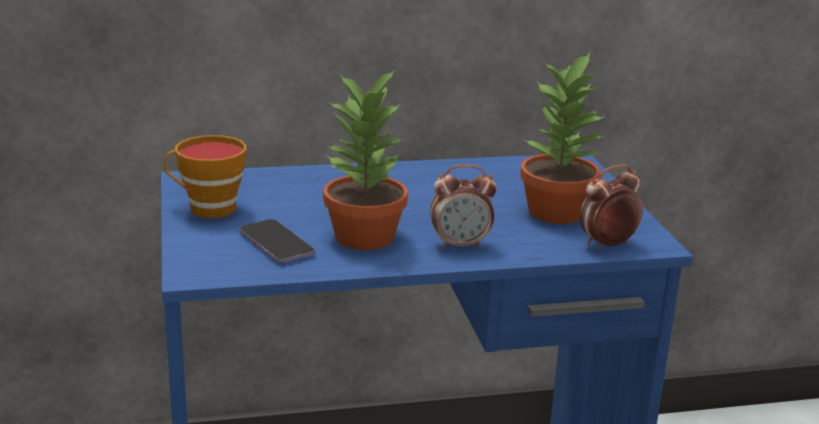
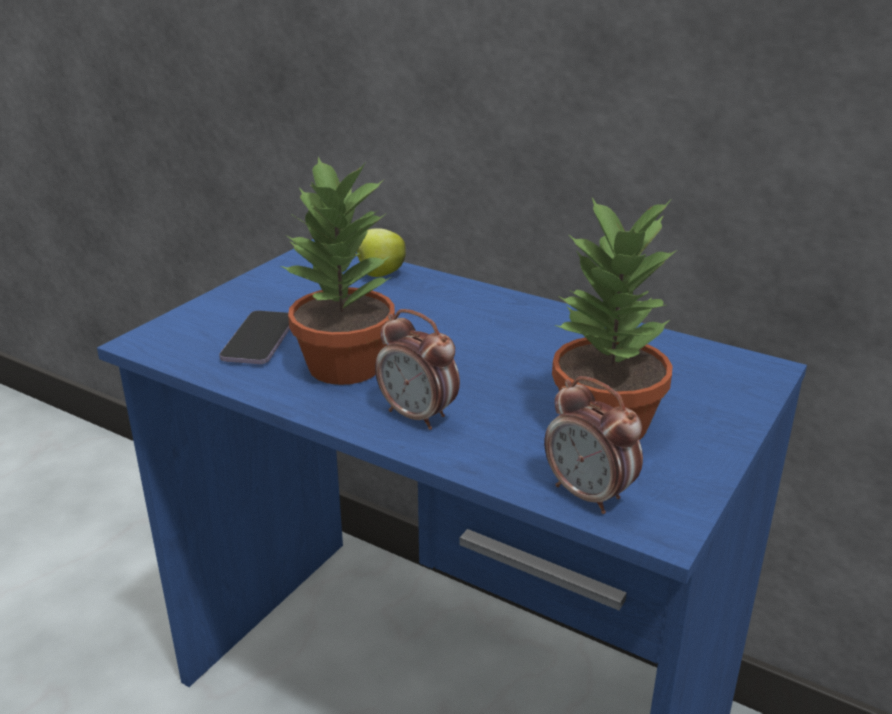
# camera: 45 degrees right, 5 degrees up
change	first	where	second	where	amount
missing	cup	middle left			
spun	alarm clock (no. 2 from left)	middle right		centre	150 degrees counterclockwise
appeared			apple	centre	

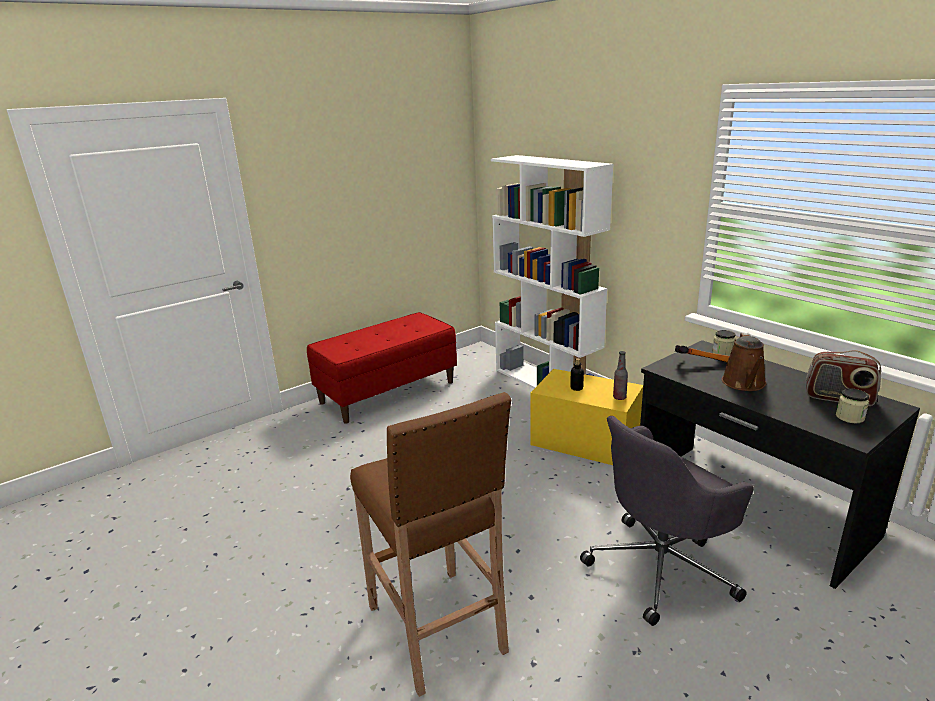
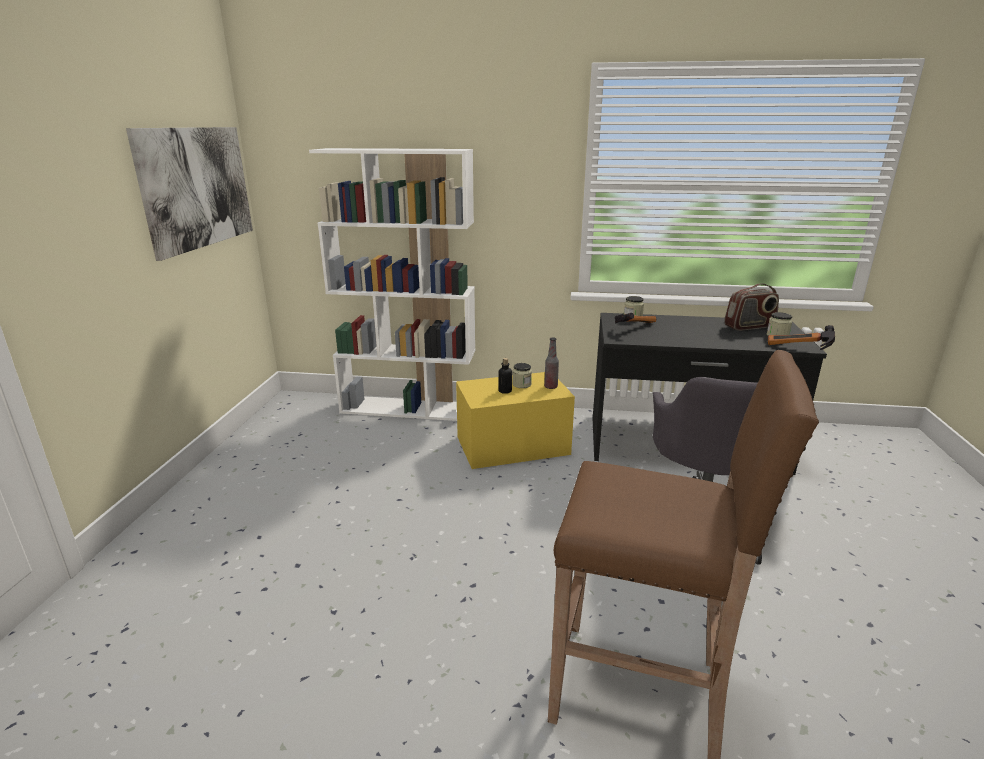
# camera: 45 degrees left, 0 degrees up
change	first	where	second	where	amount
missing	red bench	centre			
missing	brown watering can	middle right			
appeared			picture	top left	
appeared			hammer (no. 2 from left)	middle right	
appeared			jar (no. 1 from left)	centre	

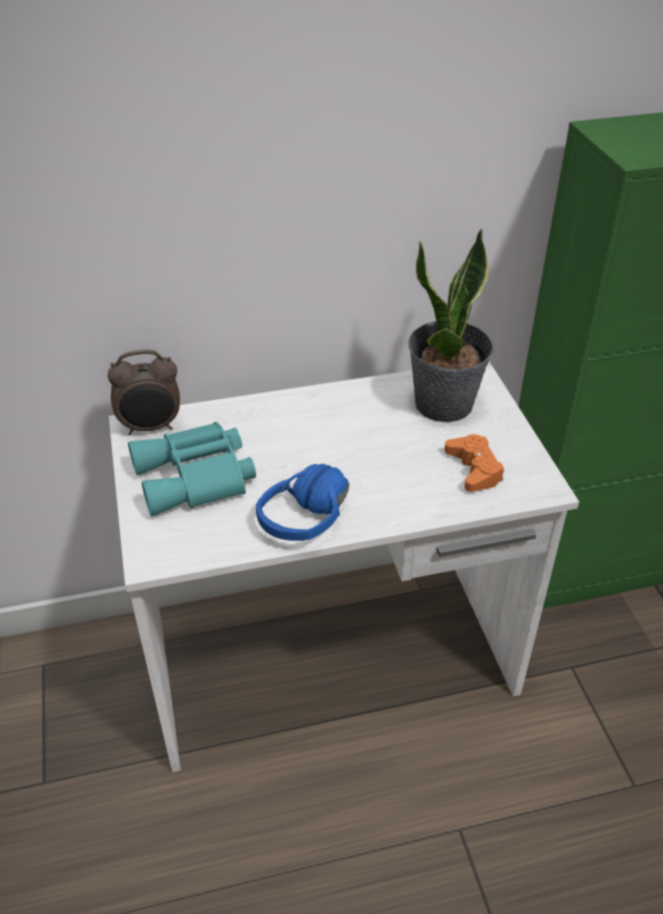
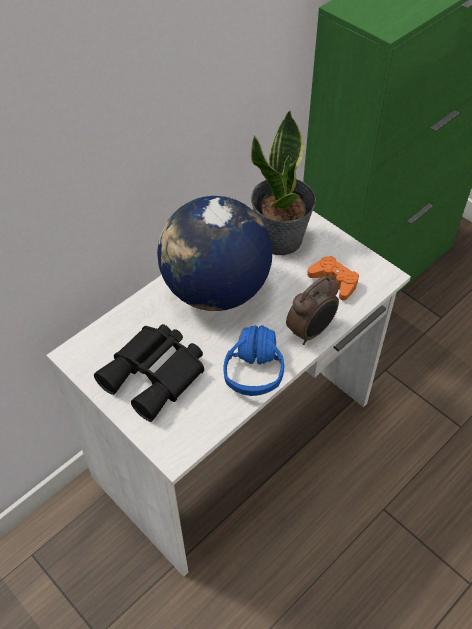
# camera: 30 degrees left, 10 degrees up
change	first	where	second	where	amount
relocated	alarm clock	middle left		centre	
colour	turquoise binoculars	middle left	black binoculars	middle left	
appeared			globe	centre	

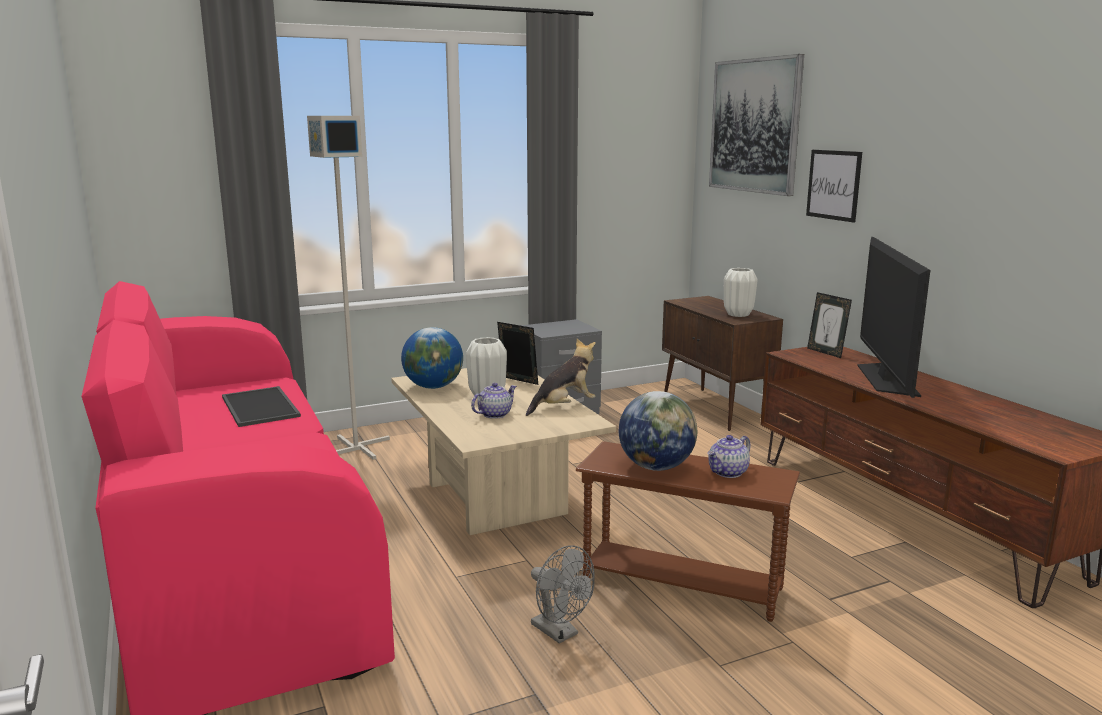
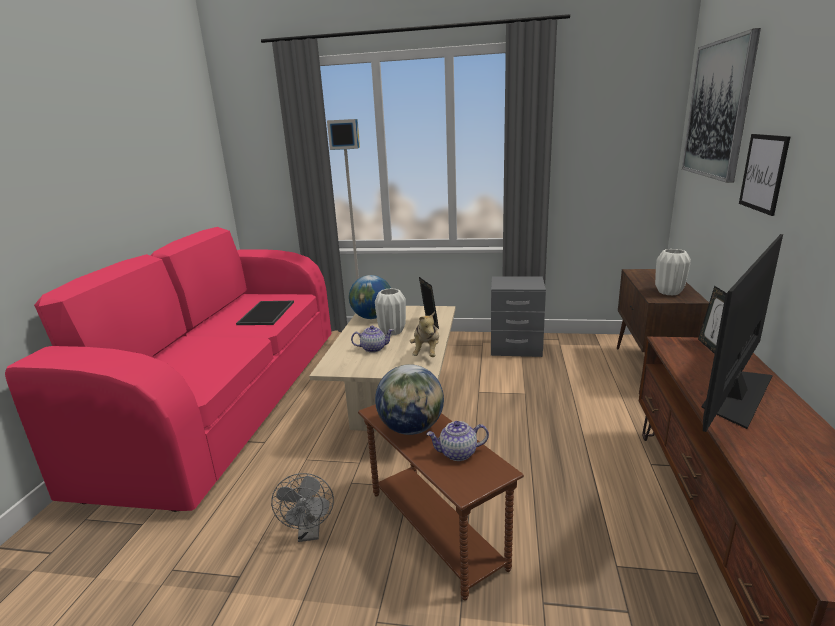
# camera: 35 degrees right, 5 degrees up
change	first	where	second	where	amount
spun	plush toy	centre		centre	90 degrees clockwise

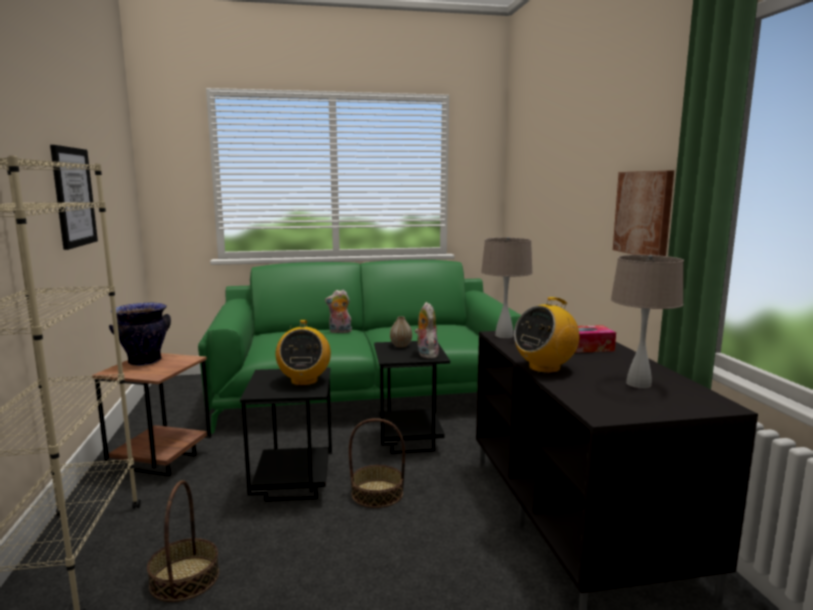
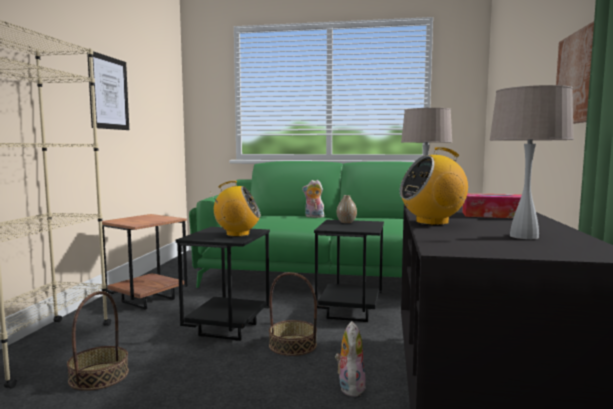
# camera: 20 degrees right, 5 degrees down
change	first	where	second	where	amount
relocated	plush toy (no. 2 from left)	centre		bottom centre	
missing	vase (no. 1 from left)	middle left			
spun	radio (no. 1 from left)	centre		centre	105 degrees counterclockwise

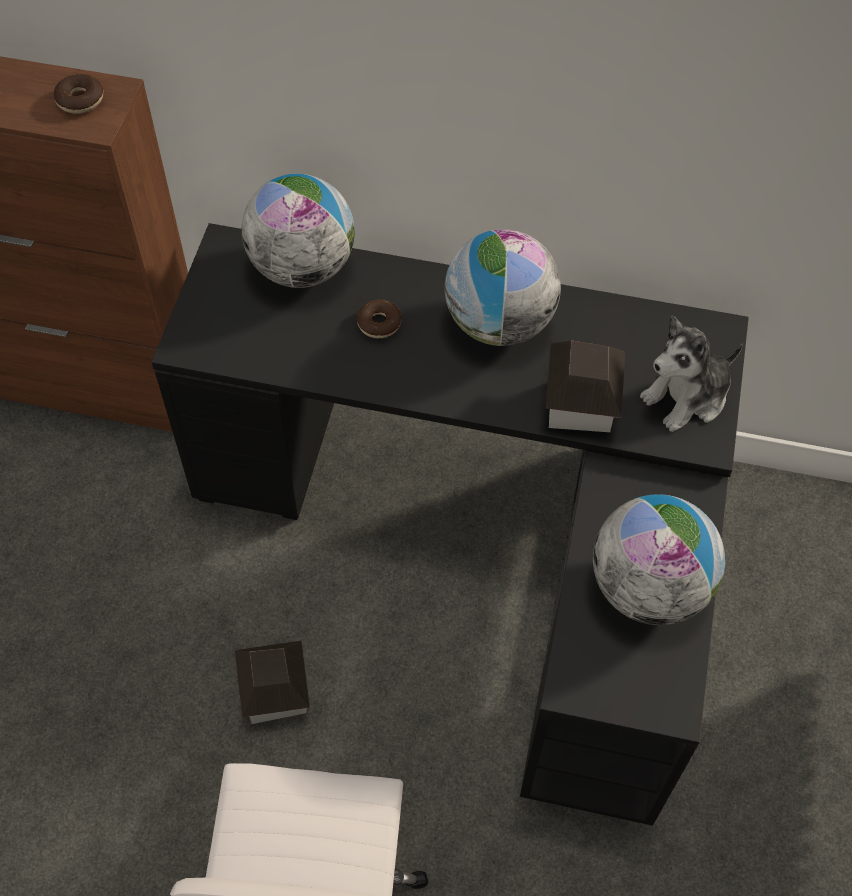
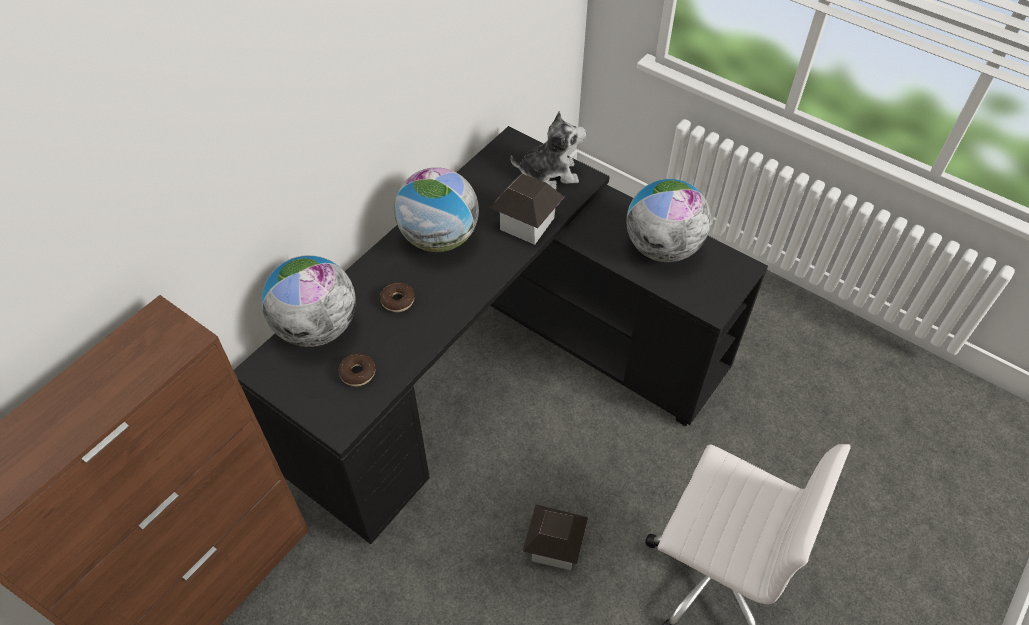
# camera: 65 degrees left, 5 degrees down
change	first	where	second	where	amount
relocated	donut (no. 1 from left)	top left		centre	
spun	plush toy	middle right		top centre	90 degrees counterclockwise

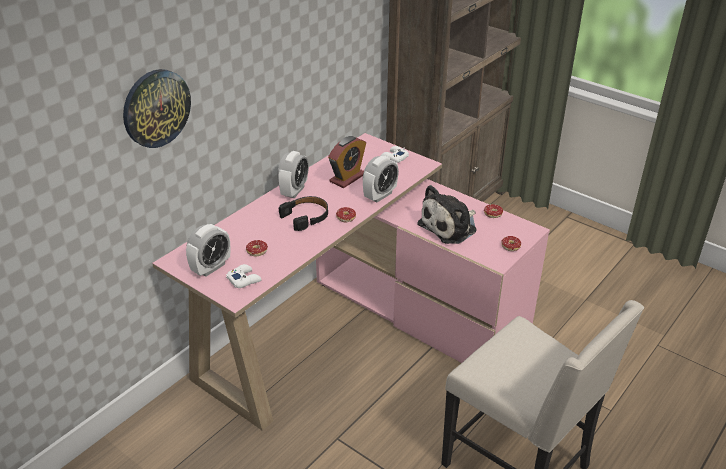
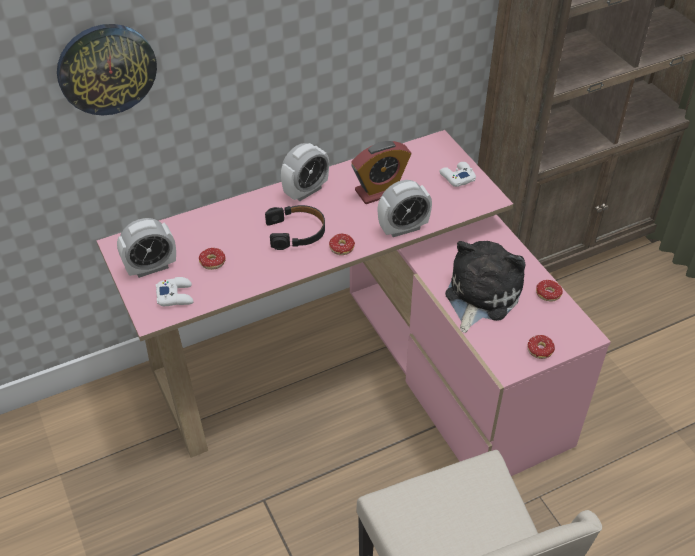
# camera: 25 degrees right, 10 degrees up
change	first	where	second	where	amount
spun	plush toy	centre		middle right	135 degrees clockwise

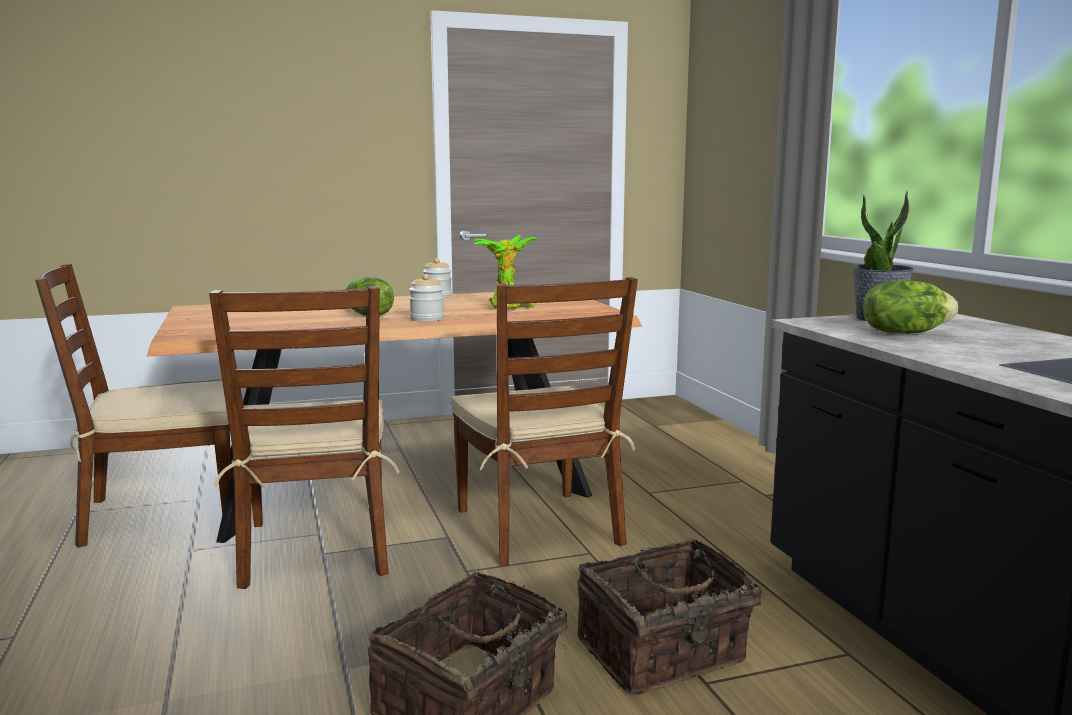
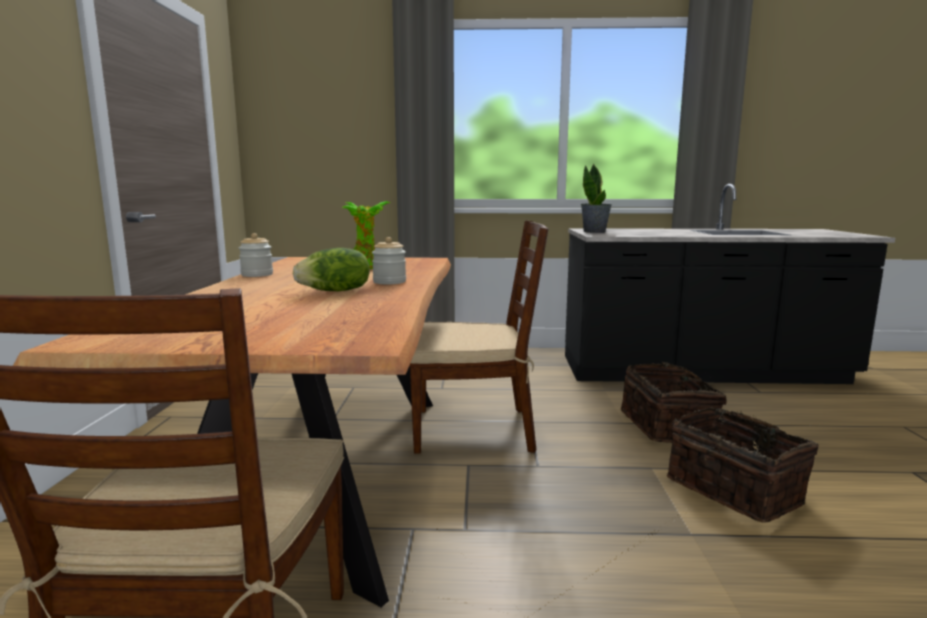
# camera: 70 degrees left, 0 degrees up
change	first	where	second	where	amount
missing	lettuce (no. 2 from left)	middle right			
missing	brown chair (no. 2 from left)	middle left			

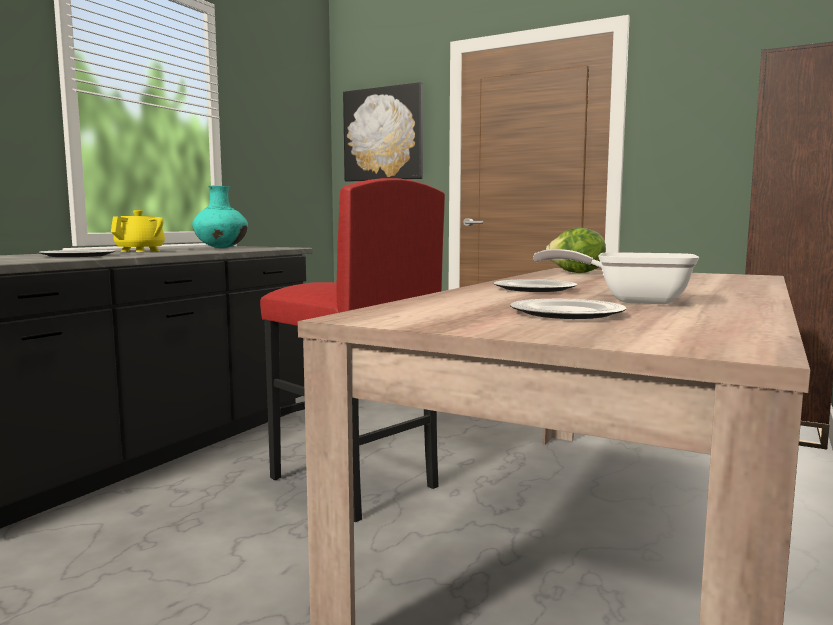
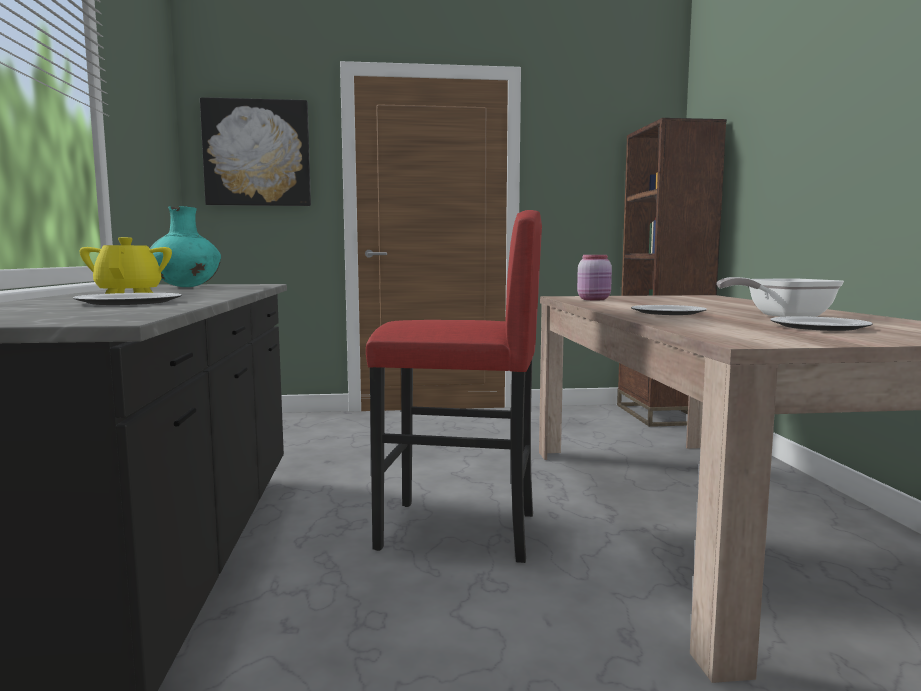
# camera: 35 degrees left, 0 degrees up
change	first	where	second	where	amount
exchanged	lettuce	middle right	pink jar	centre	

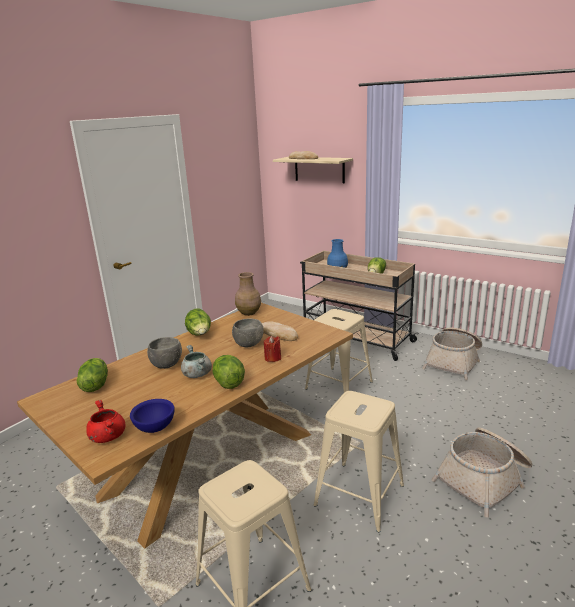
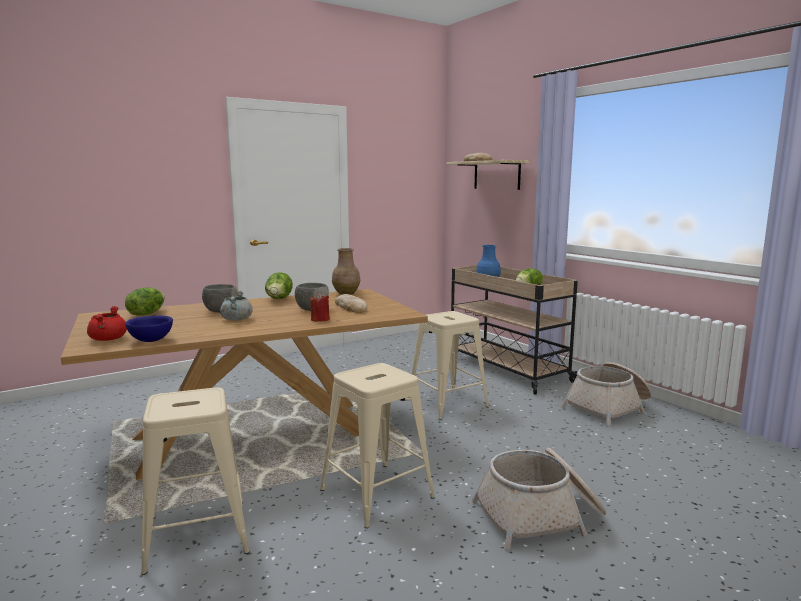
# camera: 20 degrees right, 10 degrees down
change	first	where	second	where	amount
missing	lettuce (no. 3 from left)	centre			

